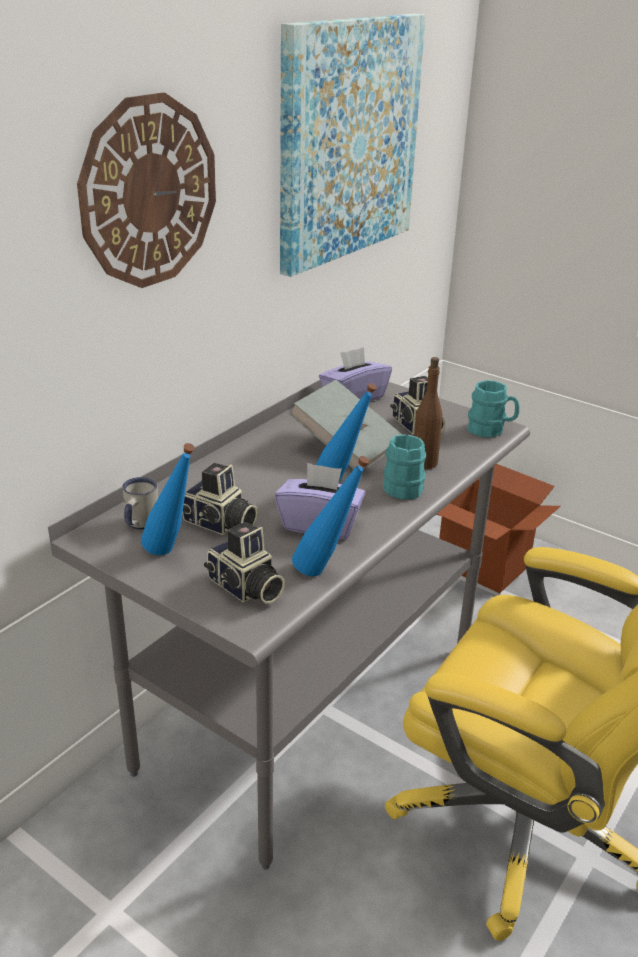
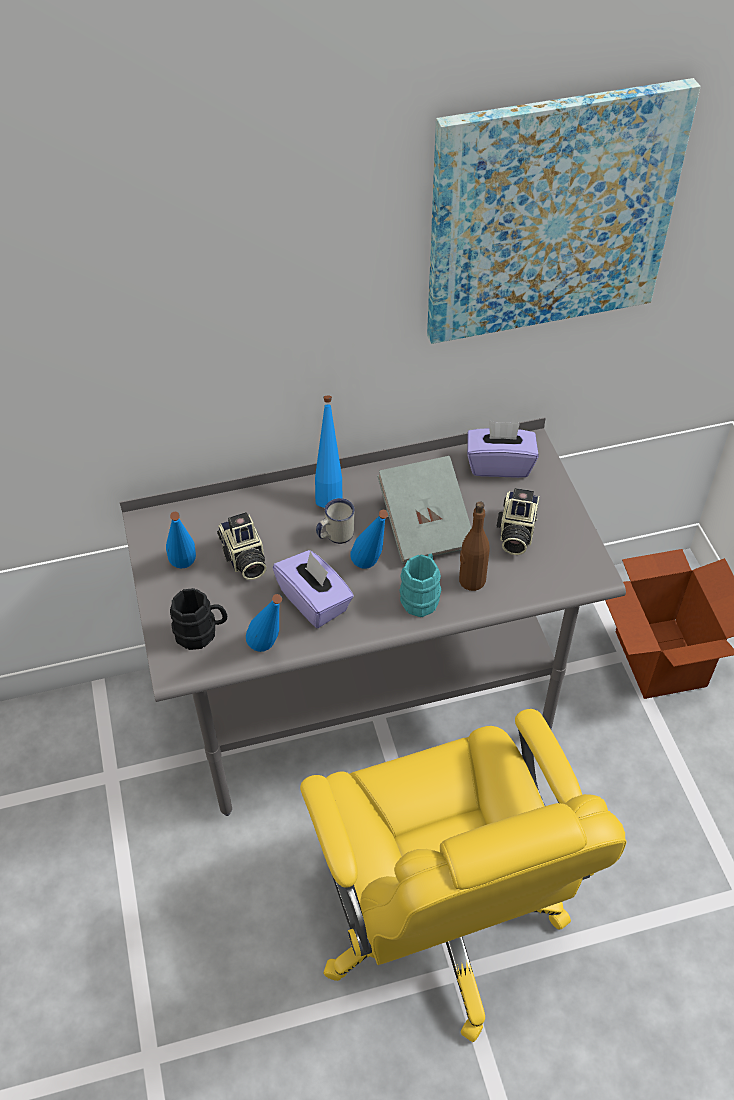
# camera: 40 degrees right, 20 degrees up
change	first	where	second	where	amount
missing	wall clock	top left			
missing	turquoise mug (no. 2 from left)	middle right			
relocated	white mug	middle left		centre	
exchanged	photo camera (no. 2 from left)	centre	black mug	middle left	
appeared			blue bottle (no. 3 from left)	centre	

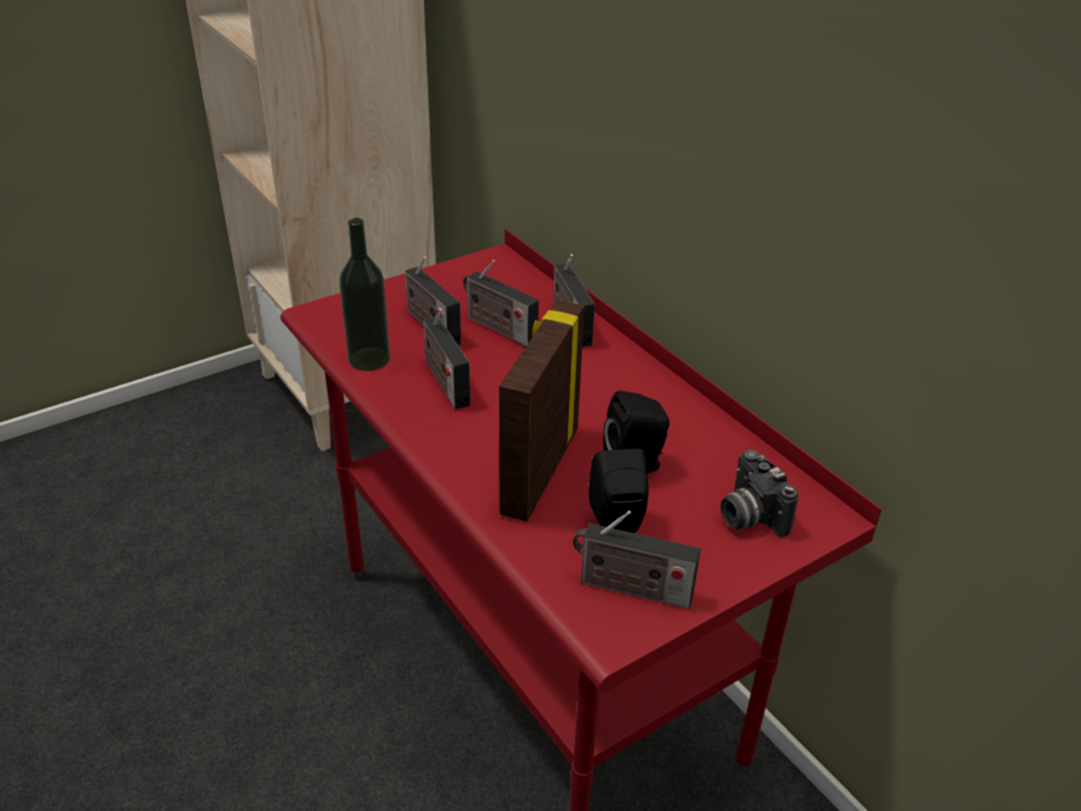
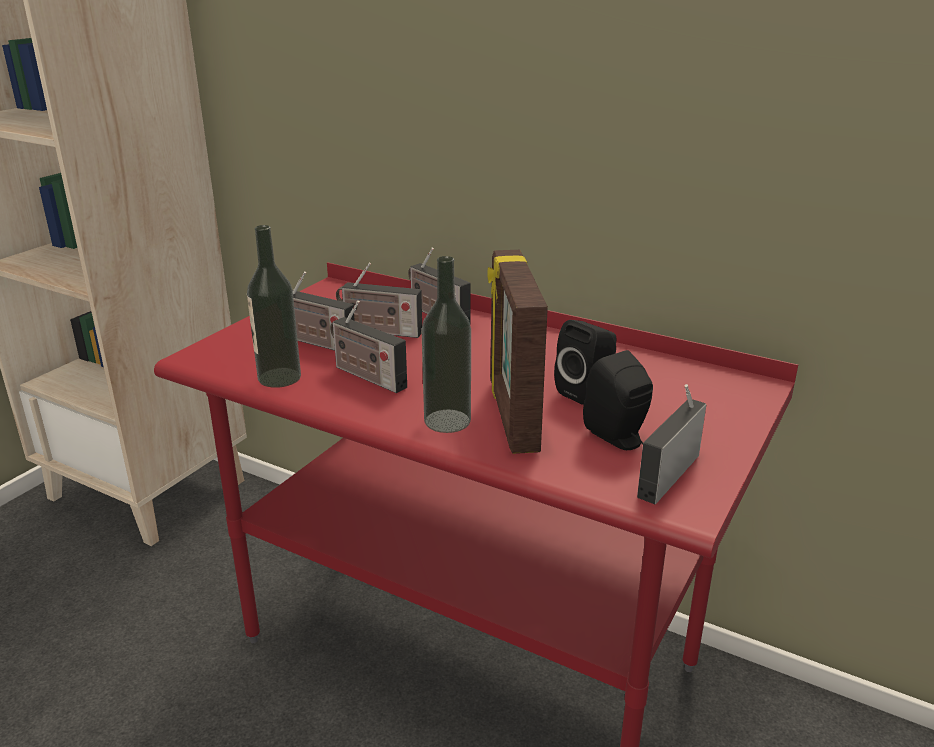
# camera: 25 degrees left, 10 degrees down
change	first	where	second	where	amount
missing	photo camera	middle right			
spun	radio (no. 5 from left)	bottom centre		middle right	135 degrees clockwise
appeared			bottle (no. 2 from left)	centre	

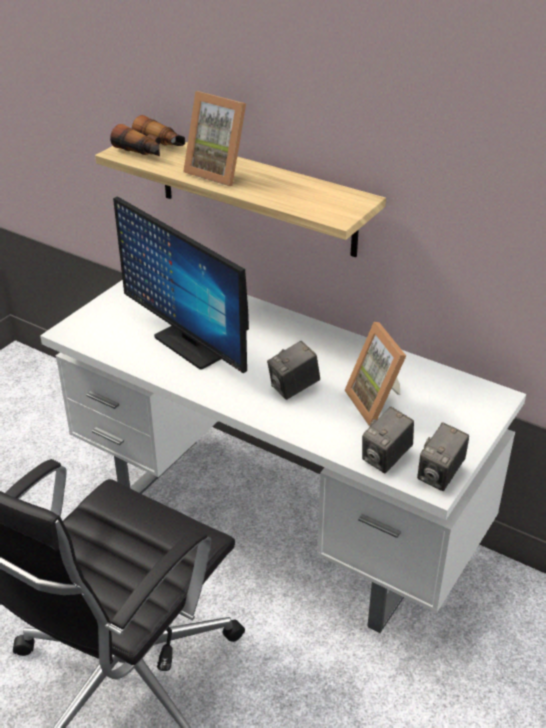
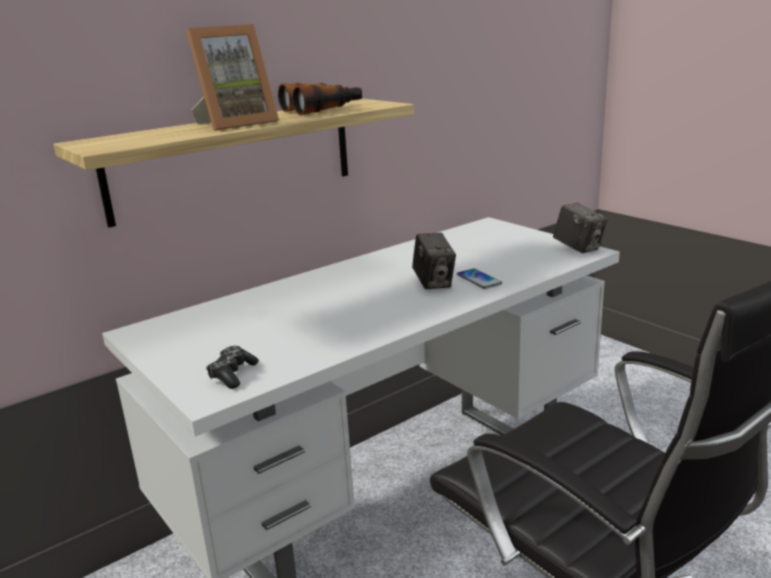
# camera: 70 degrees left, 15 degrees down
change	first	where	second	where	amount
relocated	binoculars	top left		top centre	
missing	monitor	middle left			
missing	picture frame (no. 2 from left)	middle right			
missing	photo camera (no. 2 from left)	middle right			
appeared			phone	centre	
appeared			game controller	middle left	

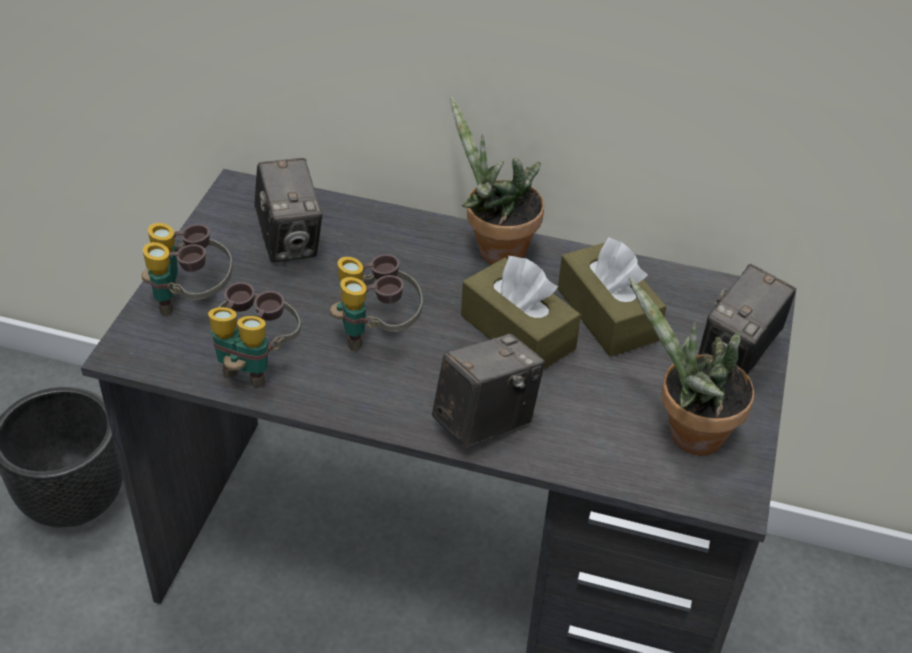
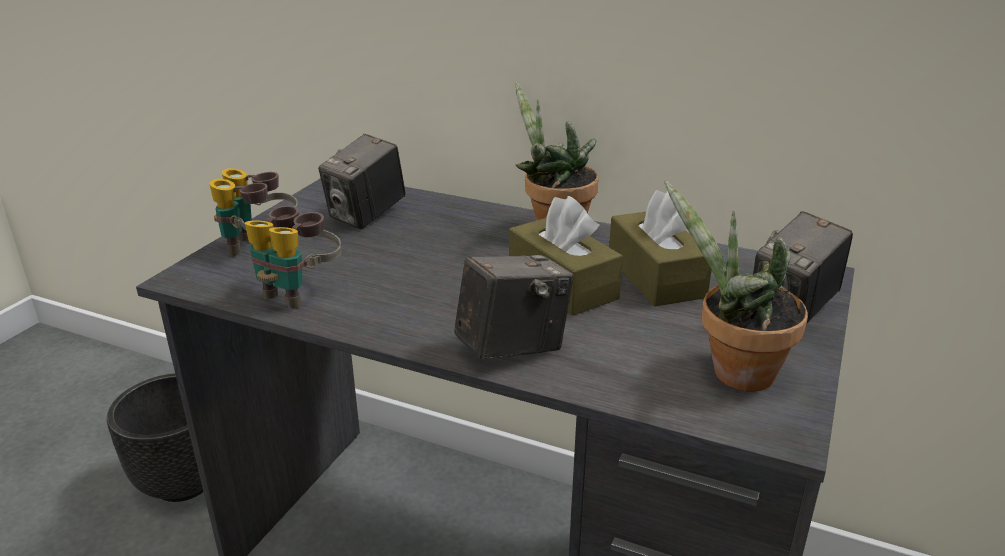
# camera: 10 degrees right, 15 degrees down
change	first	where	second	where	amount
spun	photo camera (no. 1 from left)	top left		top centre	45 degrees clockwise
missing	binoculars (no. 3 from left)	centre			

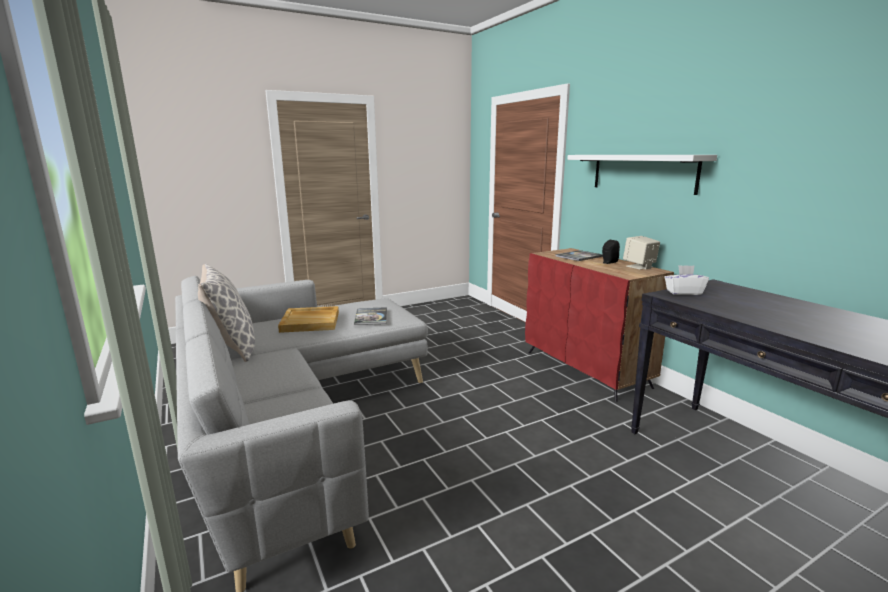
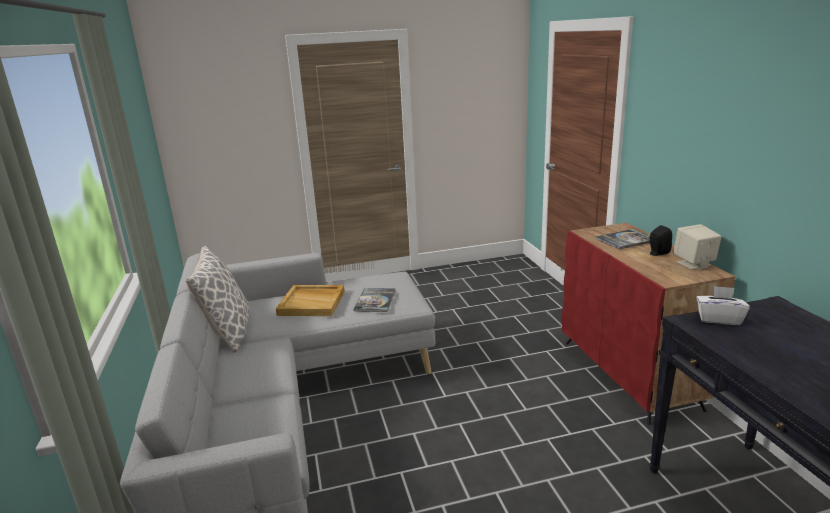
# camera: 15 degrees right, 5 degrees up
change	first	where	second	where	amount
missing	white shelf	top right			

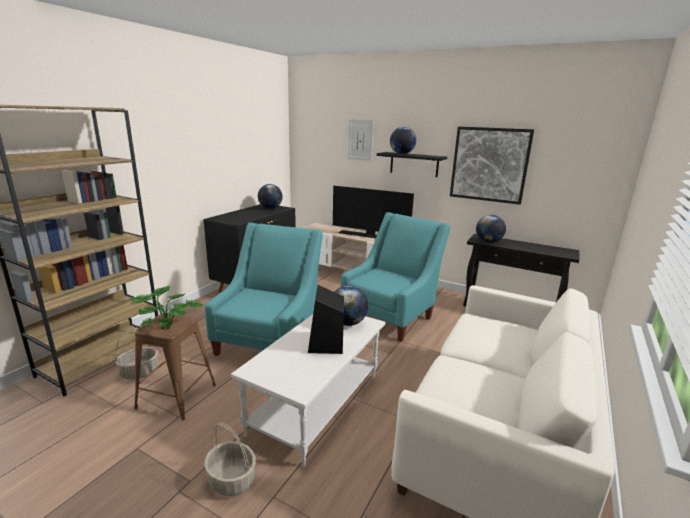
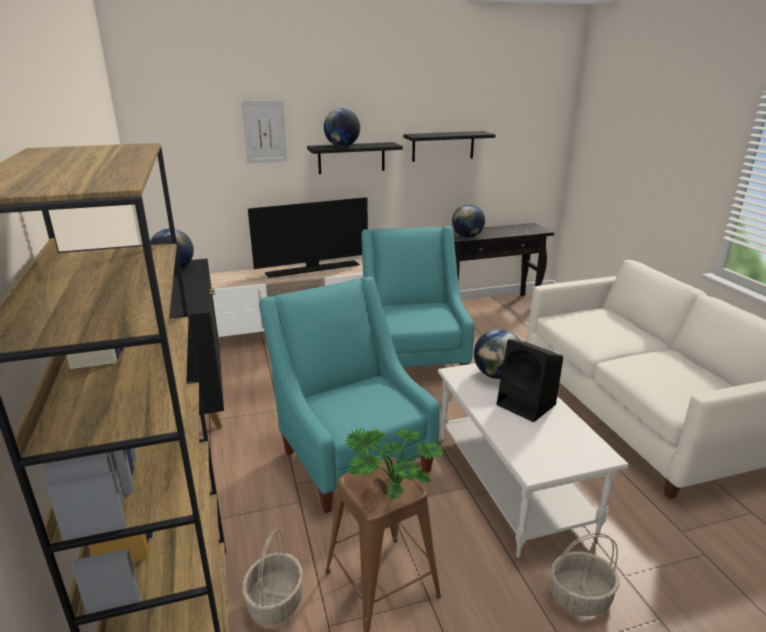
# camera: 45 degrees left, 5 degrees up
change	first	where	second	where	amount
exchanged	picture (no. 2 from left)	top right	black shelf (no. 2 from left)	top centre	

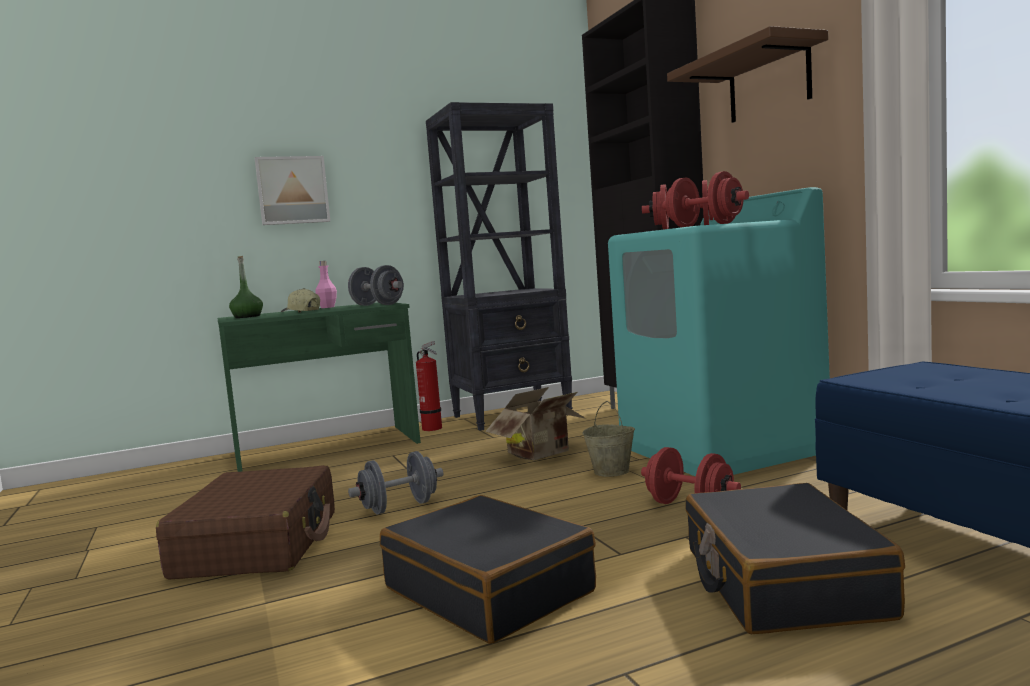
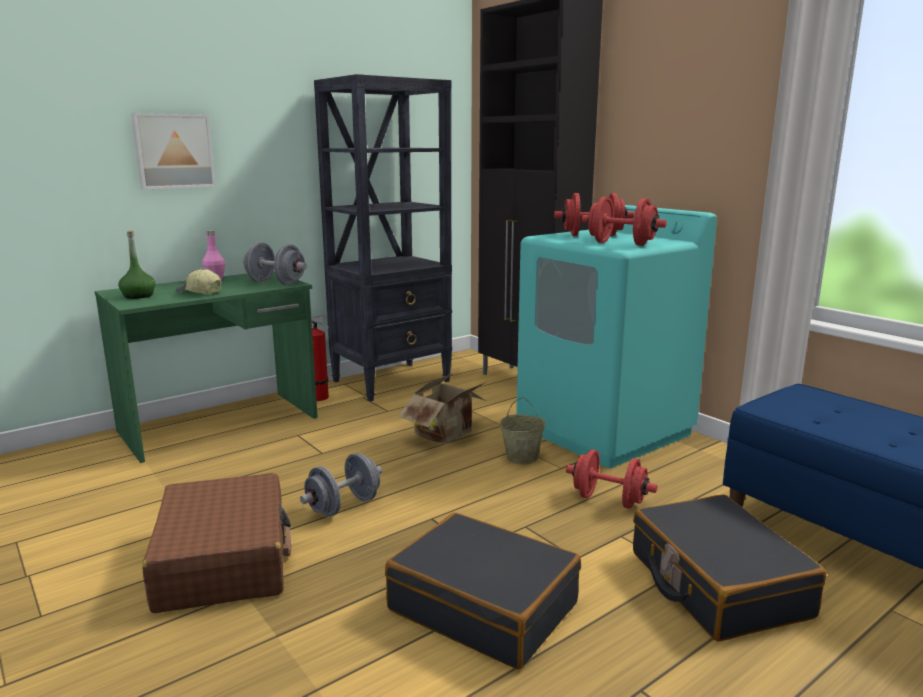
# camera: 15 degrees left, 10 degrees up
change	first	where	second	where	amount
missing	brown shelf	top right			

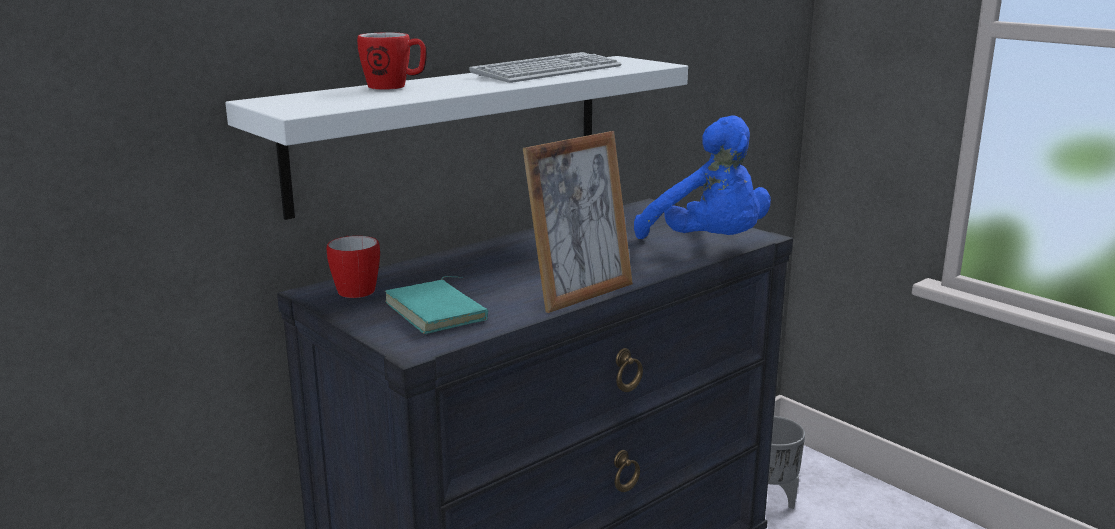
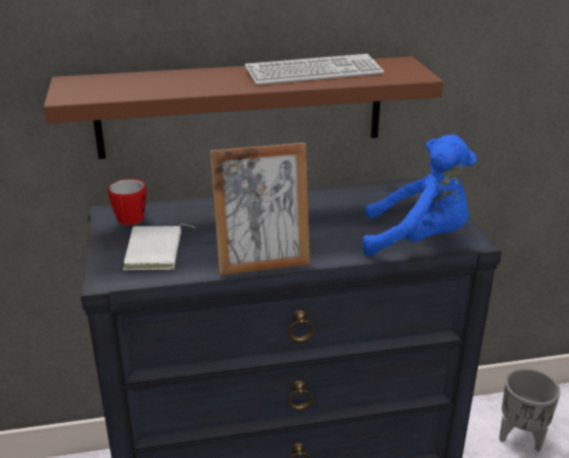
# camera: 30 degrees right, 10 degrees up
change	first	where	second	where	amount
missing	mug (no. 2 from left)	top centre			
colour	white shelf	top centre	brown shelf	top centre	
spun	blue plush toy	centre		middle right	75 degrees counterclockwise
colour	turquoise book	centre	white book	middle left	

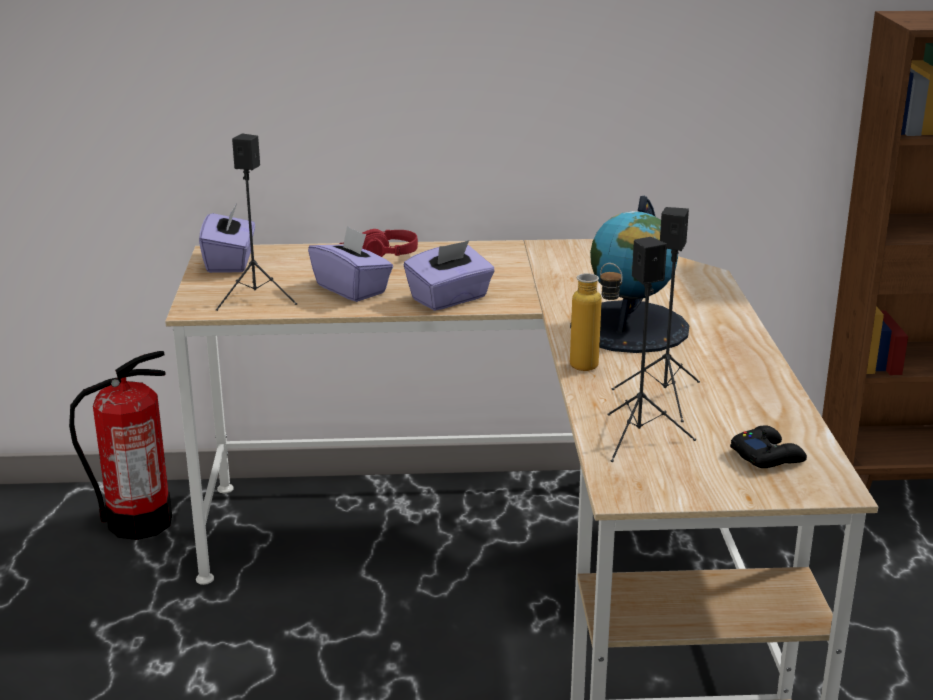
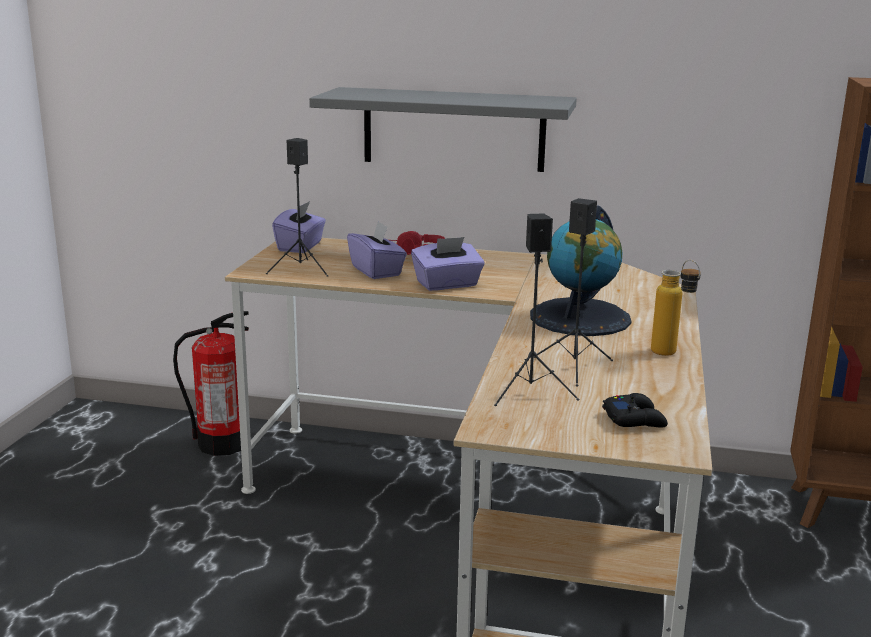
# camera: 15 degrees right, 5 degrees down
change	first	where	second	where	amount
relocated	bottle	centre		middle right	
appeared			grey shelf	top centre	

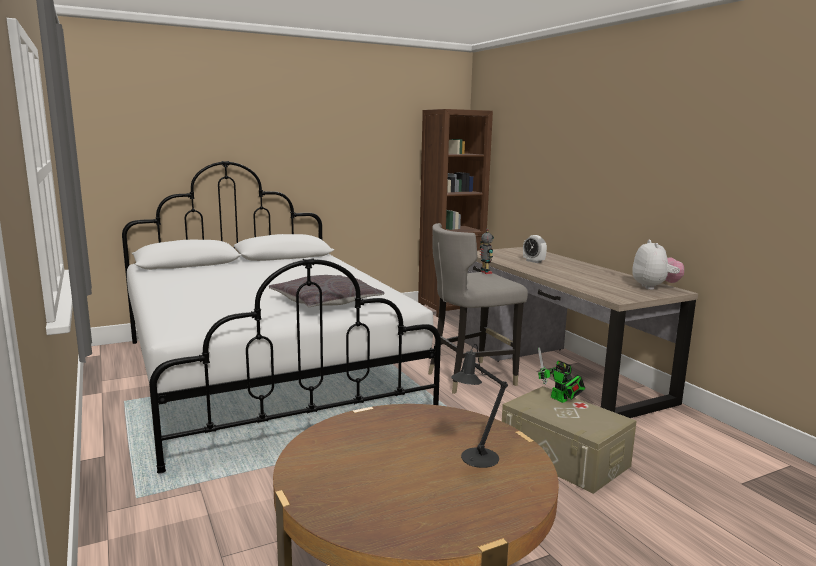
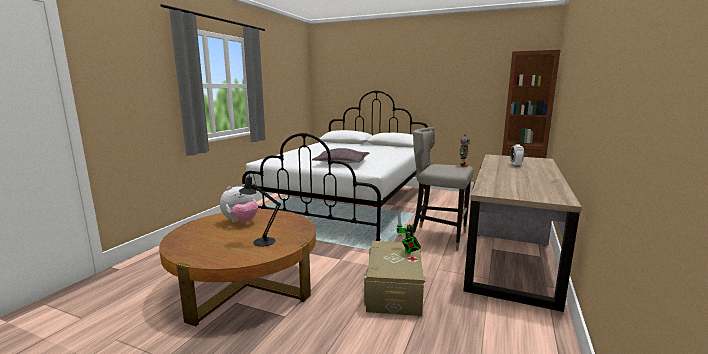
# camera: 50 degrees right, 0 degrees up
change	first	where	second	where	amount
relocated	plush toy	middle right		centre	

